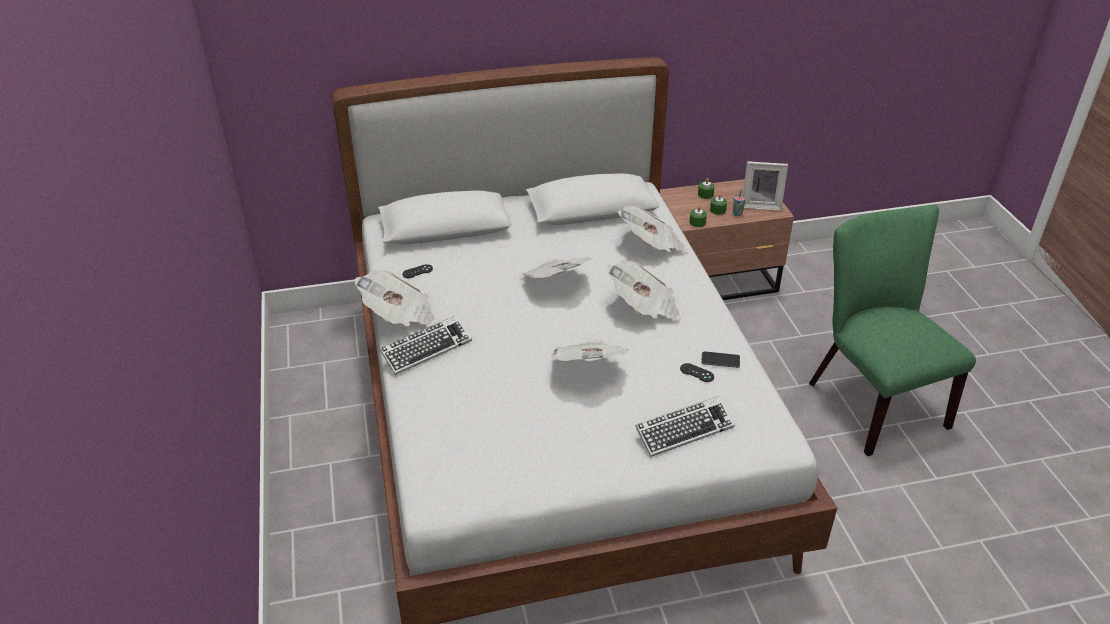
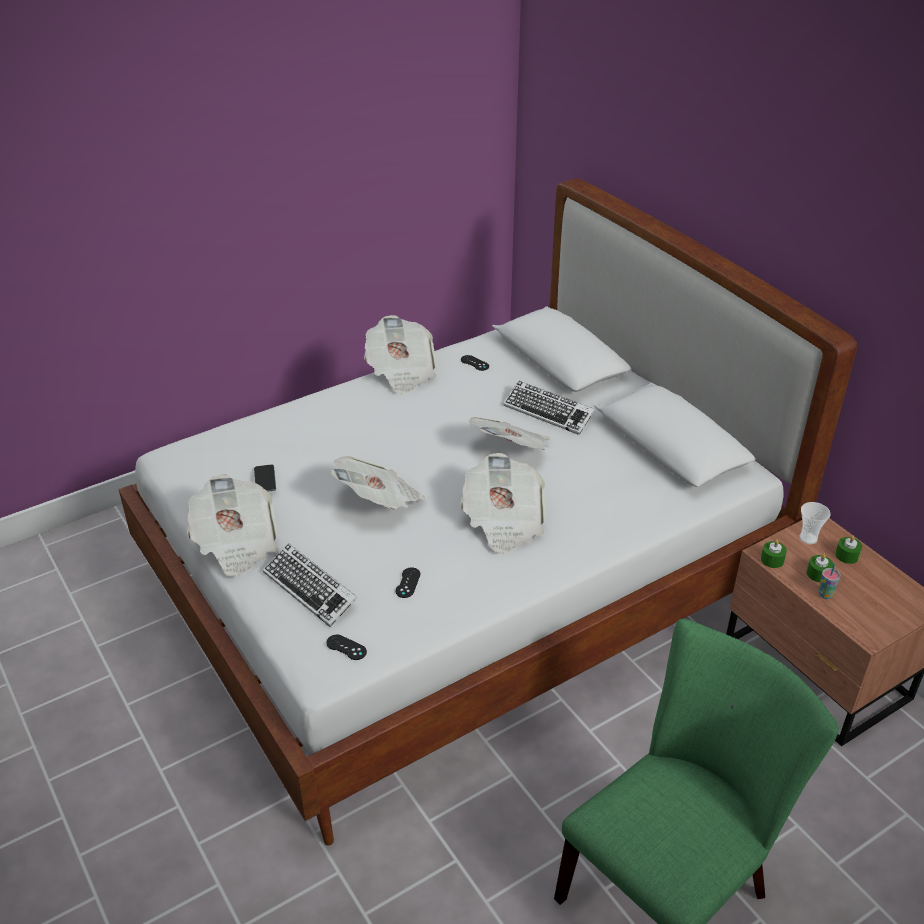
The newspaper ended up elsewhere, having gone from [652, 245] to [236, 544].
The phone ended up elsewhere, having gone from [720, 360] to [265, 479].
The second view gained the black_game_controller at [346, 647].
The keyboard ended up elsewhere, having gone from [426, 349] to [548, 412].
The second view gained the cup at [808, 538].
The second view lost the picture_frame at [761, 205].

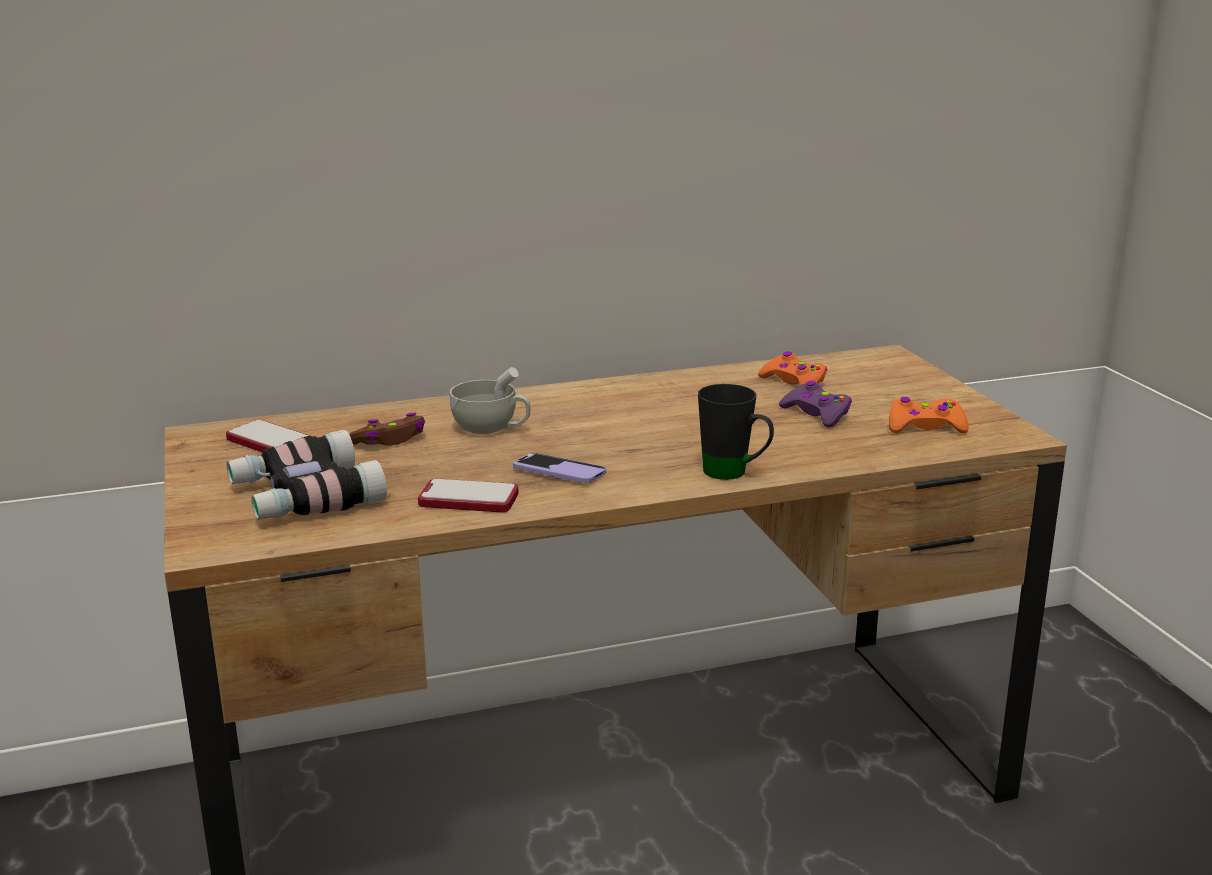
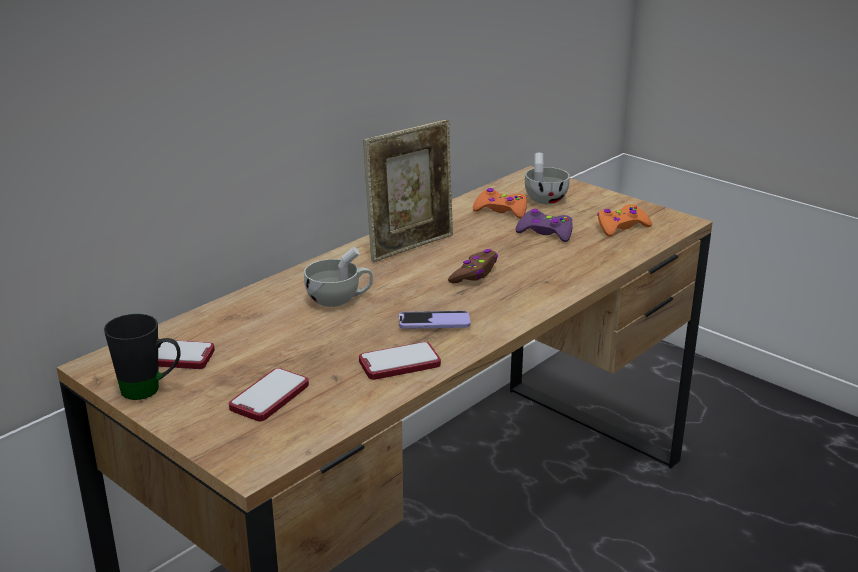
The black_mug ended up elsewhere, having gone from [734, 474] to [150, 390].
Where the binoculars stood at [303, 496], the phone came to stand at [269, 397].
The second view gained the picture_frame at [411, 246].
The brown_game_controller ended up elsewhere, having gone from [390, 440] to [474, 274].
The second view gained the white_cup at [544, 198].

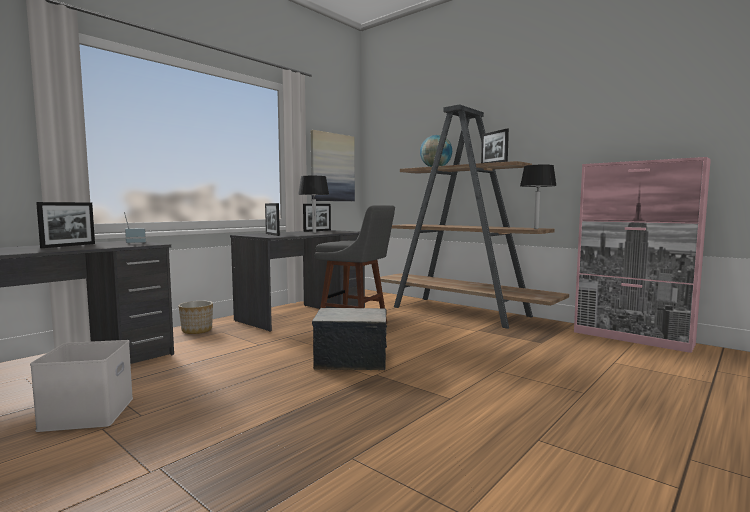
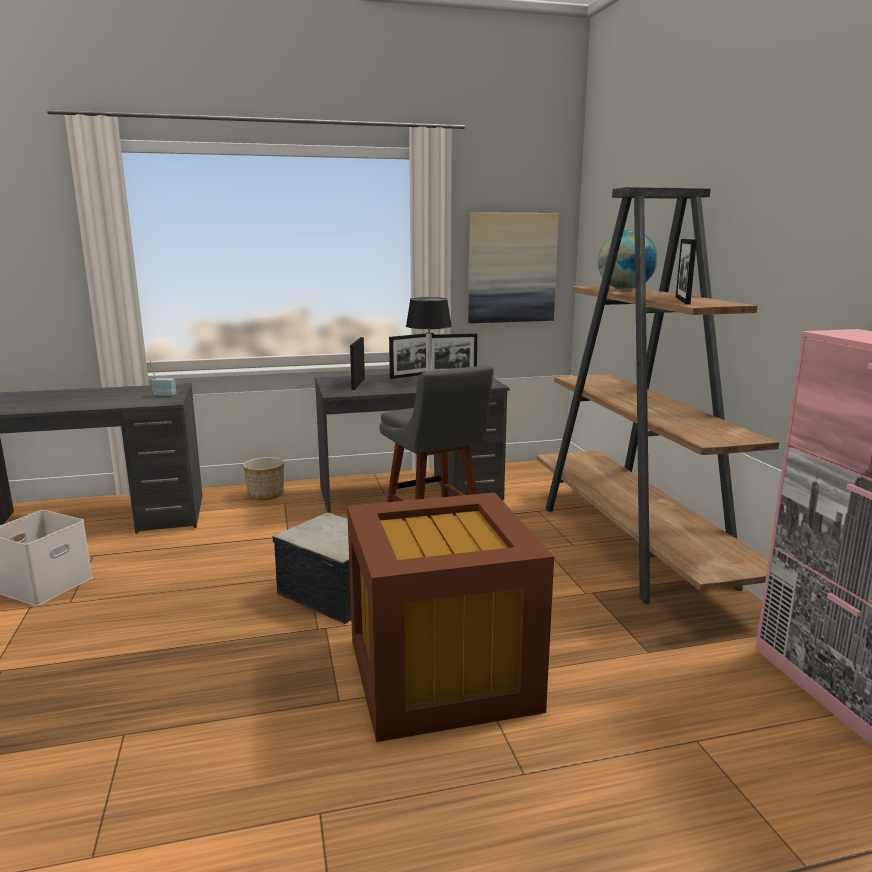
The second view gained the brown_storage_box at [443, 673].
The picture_frame ended up elsewhere, having gone from [69, 245] to [412, 375].
The second view lost the black_table_lamp at [536, 228].

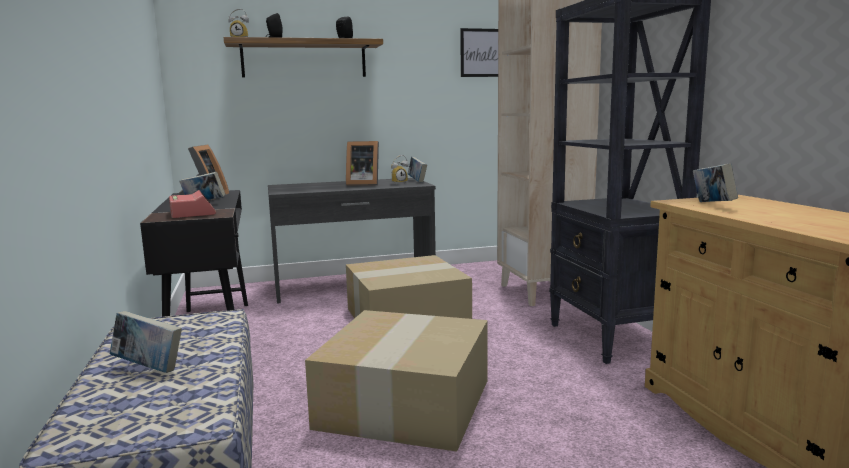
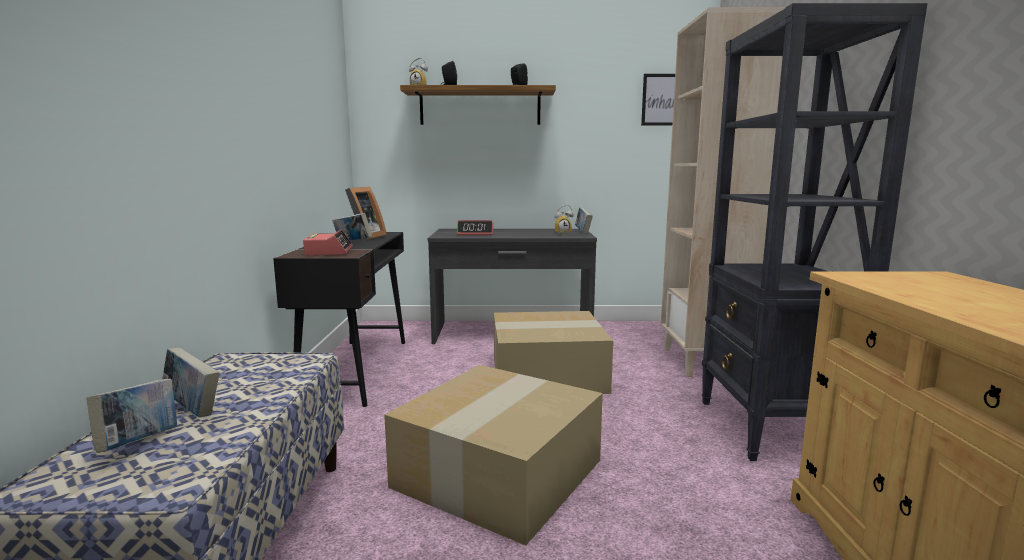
The book ended up elsewhere, having gone from [712, 205] to [140, 443].
The second view gained the alarm_clock at [475, 234].
The second view lost the picture_frame at [362, 184].

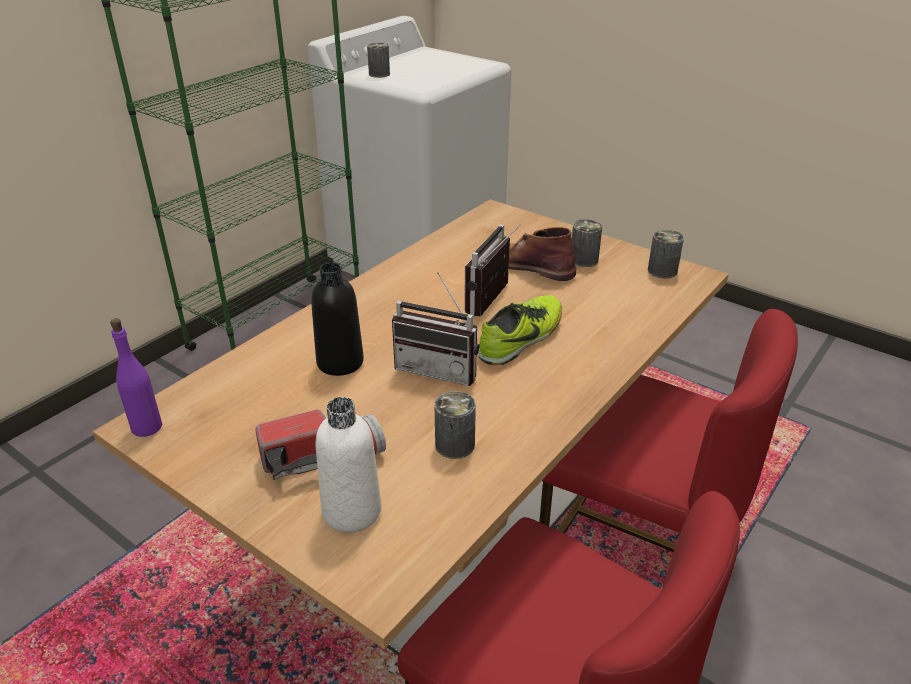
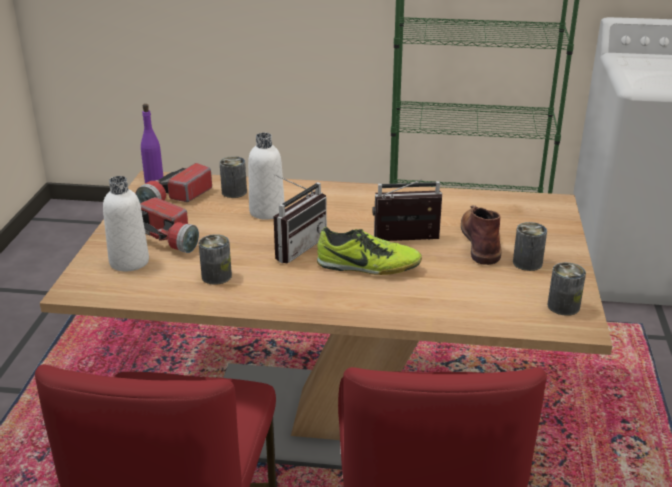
The second view gained the flashlight at [175, 197].
The can ended up elsewhere, having gone from [379, 74] to [234, 192].
What was the black_bottle at [340, 362] turned into the white_bottle at [267, 212].
The radio at [440, 368] ended up facing another way, 135 degrees counterclockwise from before.

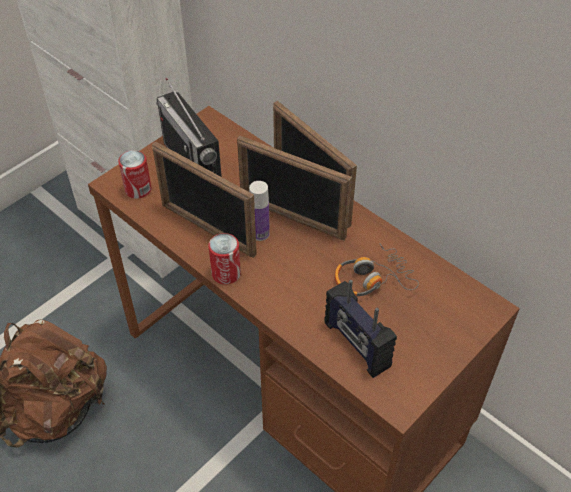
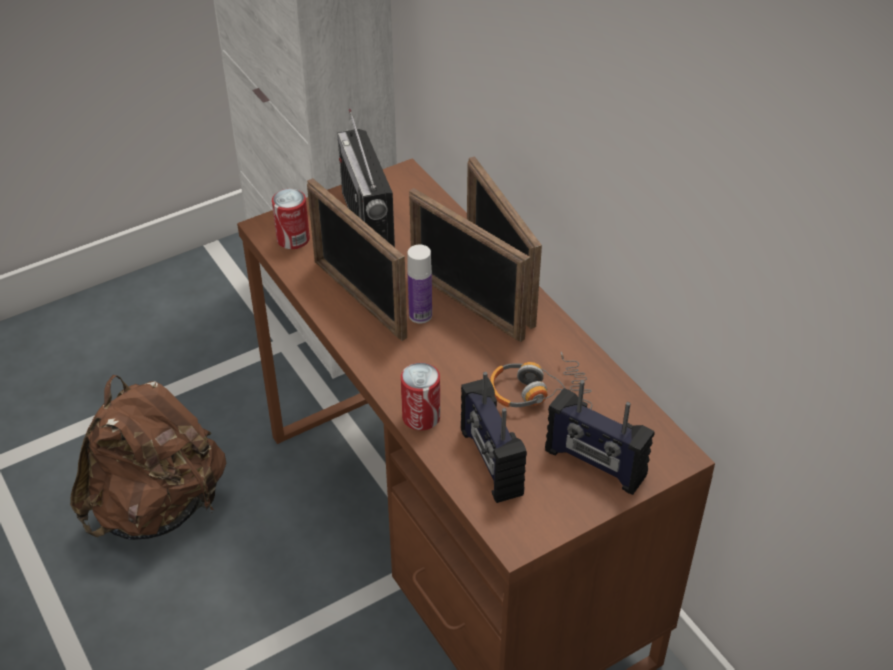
The can ended up elsewhere, having gone from [226, 273] to [421, 417].
The second view gained the radio at [594, 464].

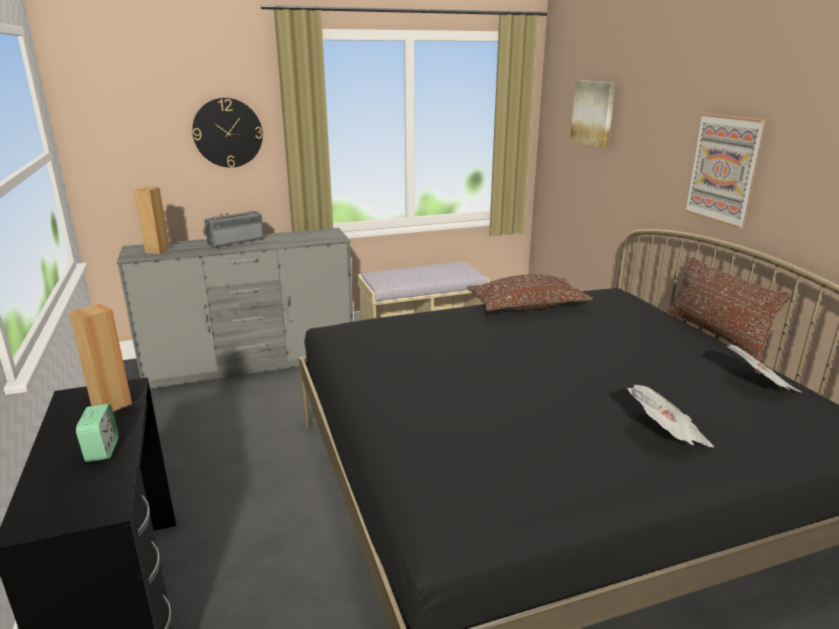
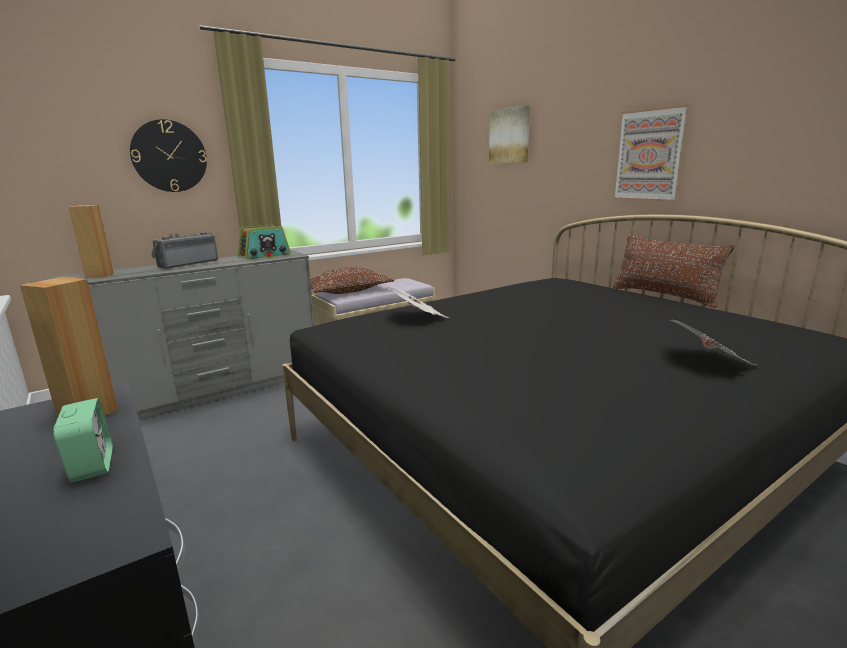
The second view gained the radio at [265, 255].
The brown_pillow ended up elsewhere, having gone from [527, 307] to [348, 292].
The newspaper ended up elsewhere, having gone from [759, 385] to [418, 318].

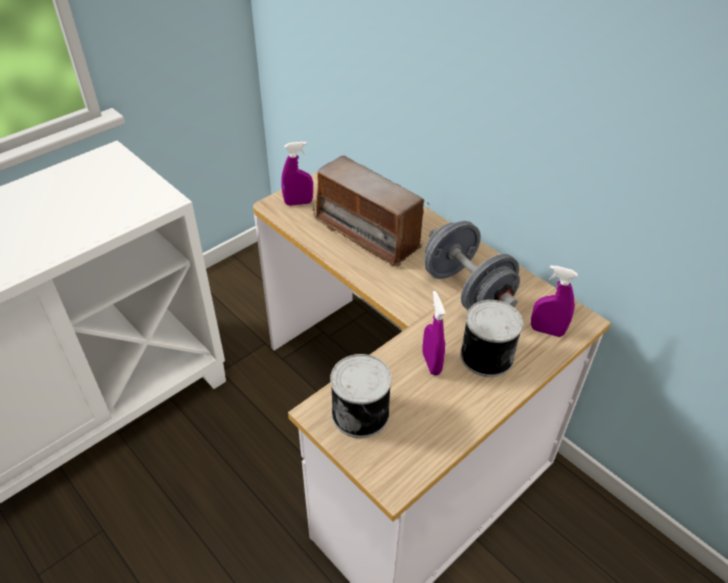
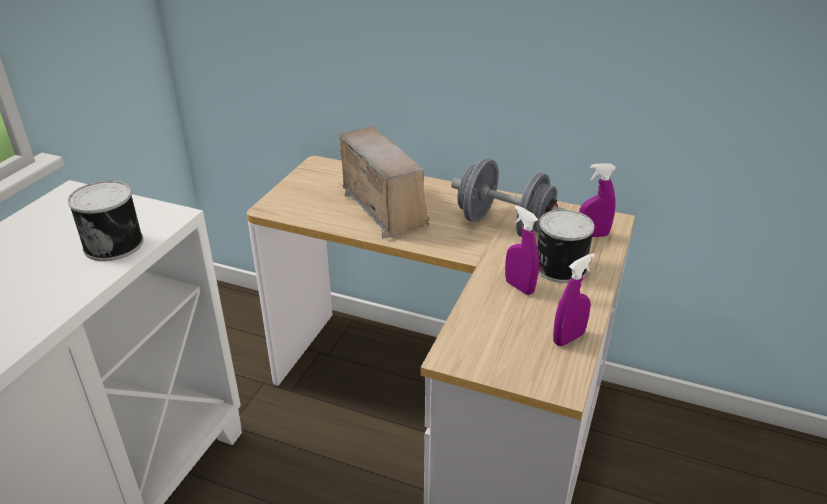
The can ended up elsewhere, having gone from [361, 412] to [115, 244].
The radio at [368, 233] ended up facing another way, 135 degrees counterclockwise from before.
The purple_spray_bottle ended up elsewhere, having gone from [298, 203] to [568, 338].

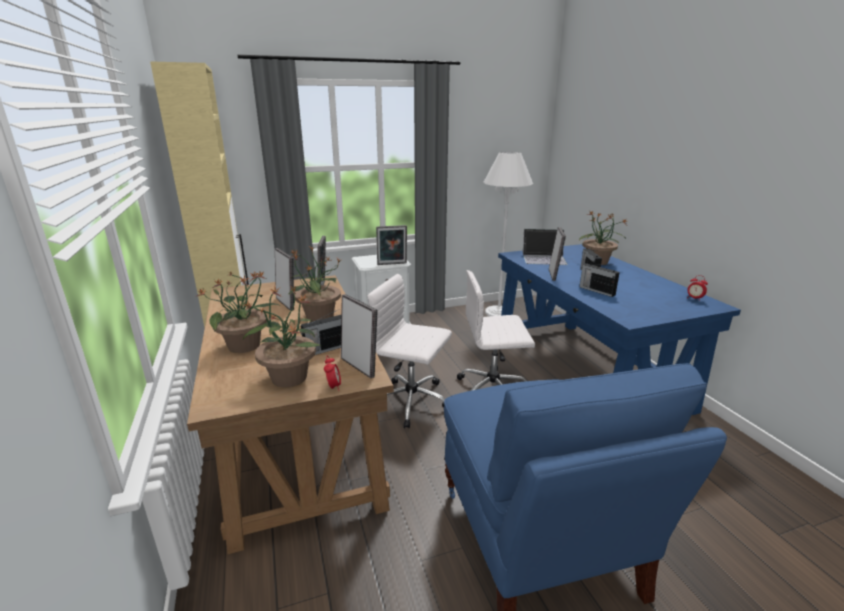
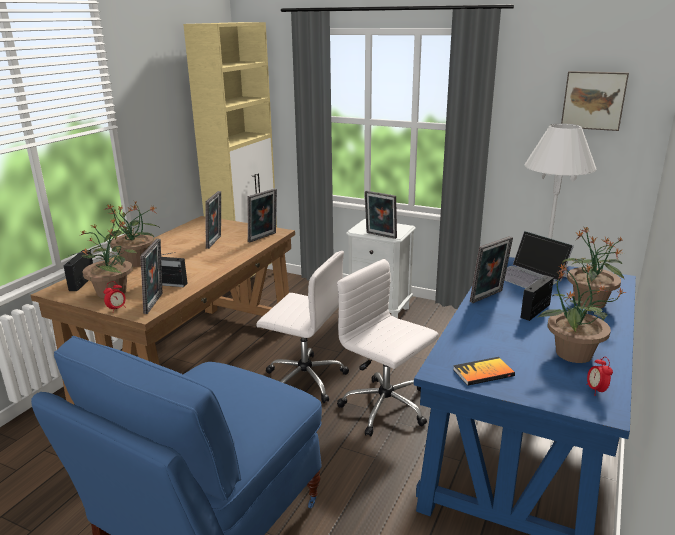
The radio ended up elsewhere, having gone from [596, 290] to [83, 282].
The white_office_chair at [413, 402] ended up facing another way, 135 degrees clockwise from before.
The second view gained the book at [483, 373].
The potted_plant ended up elsewhere, having gone from [319, 317] to [572, 353].
The second view gained the picture at [593, 100].

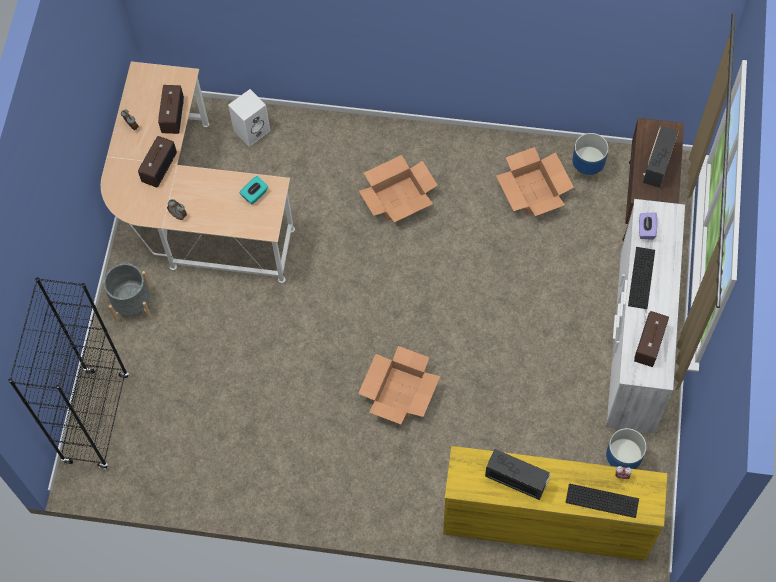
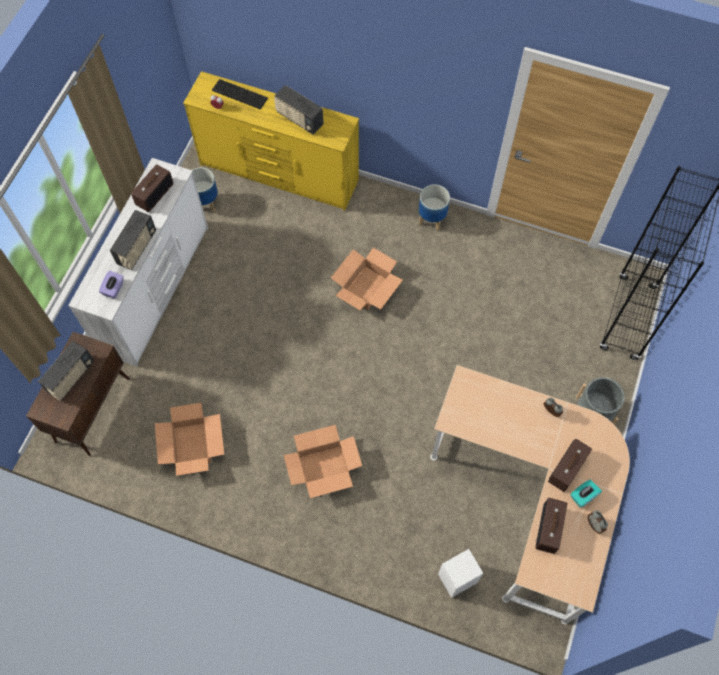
Where the keyboard stood at [641, 278], the radio came to stand at [137, 248].
The planter ended up elsewhere, having gone from [587, 170] to [431, 219].
The turquoise_tissue_box ended up elsewhere, having gone from [255, 195] to [583, 496].

